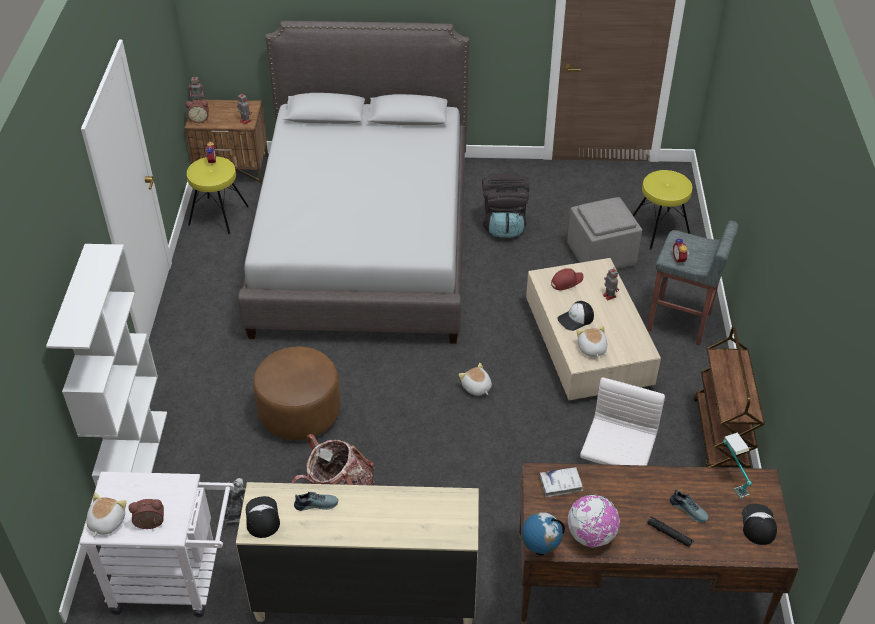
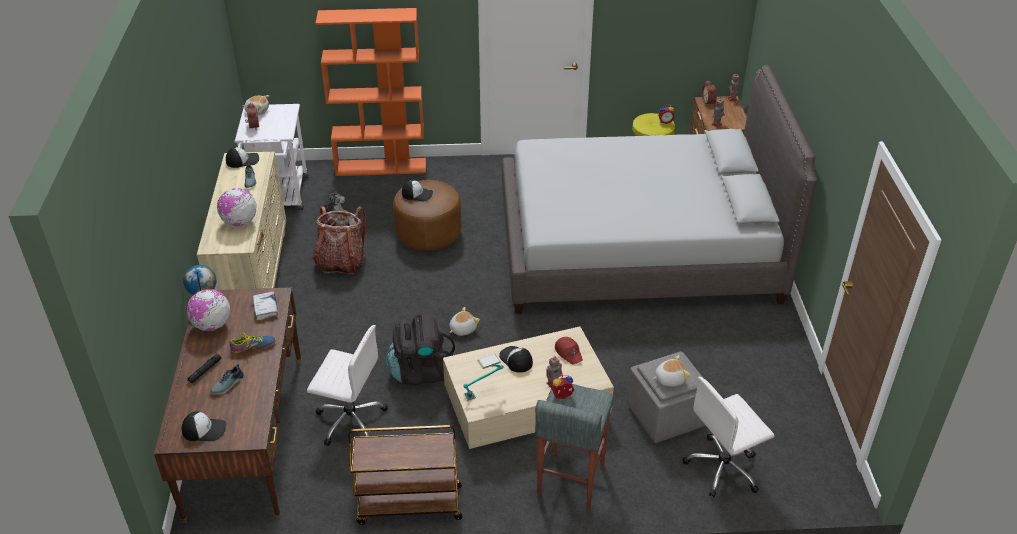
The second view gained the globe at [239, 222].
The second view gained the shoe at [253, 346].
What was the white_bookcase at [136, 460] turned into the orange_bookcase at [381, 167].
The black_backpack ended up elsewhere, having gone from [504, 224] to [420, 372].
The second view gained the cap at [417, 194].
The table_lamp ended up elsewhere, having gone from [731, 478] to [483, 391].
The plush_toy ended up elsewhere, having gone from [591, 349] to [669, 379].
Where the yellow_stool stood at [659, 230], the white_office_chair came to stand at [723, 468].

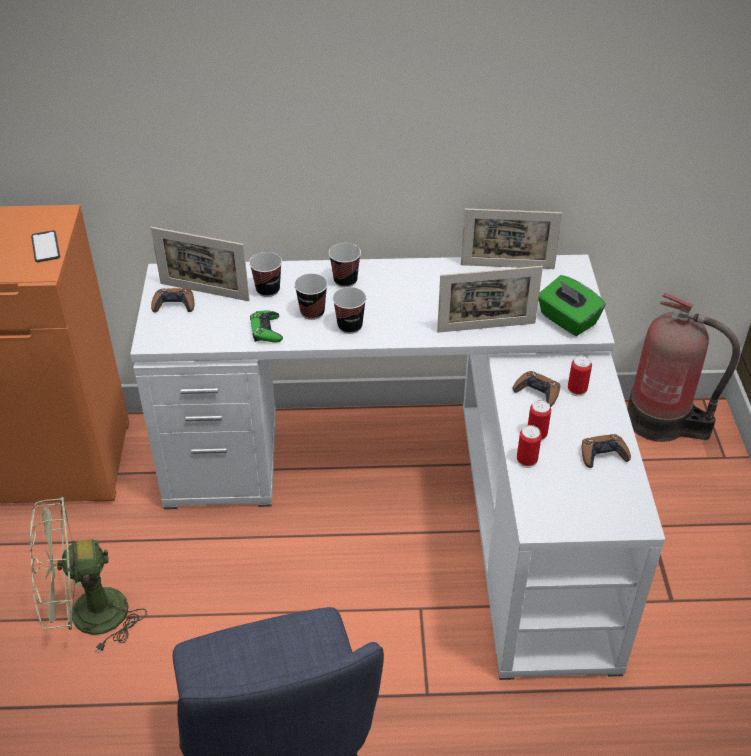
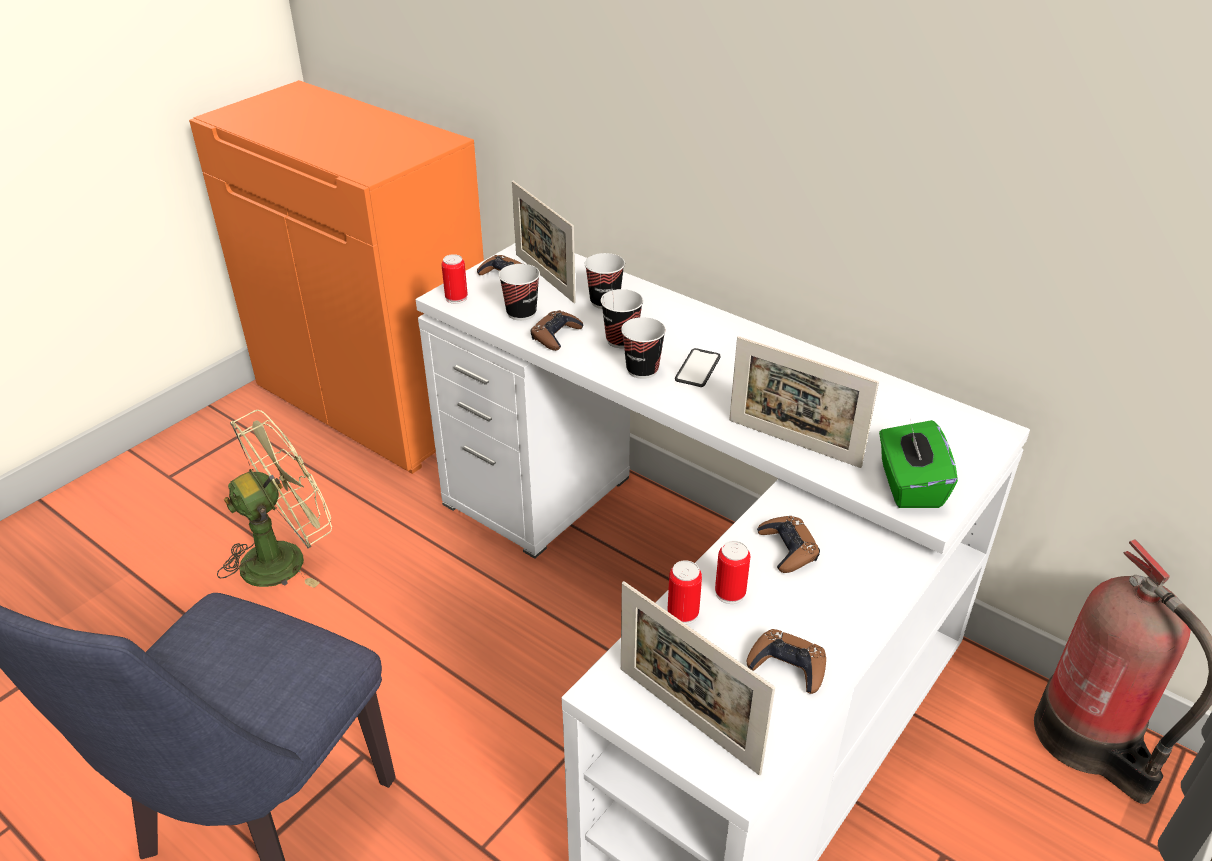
The green_fan at [86, 617] ended up facing another way, 120 degrees clockwise from before.
The can ended up elsewhere, having gone from [577, 389] to [456, 298].
The cup ended up elsewhere, having gone from [345, 280] to [521, 313].
What was the green_game_controller at [266, 330] turned into the brown_game_controller at [556, 335].
The picture_frame ended up elsewhere, having gone from [507, 266] to [687, 719].
The phone ended up elsewhere, having gone from [45, 247] to [697, 368].

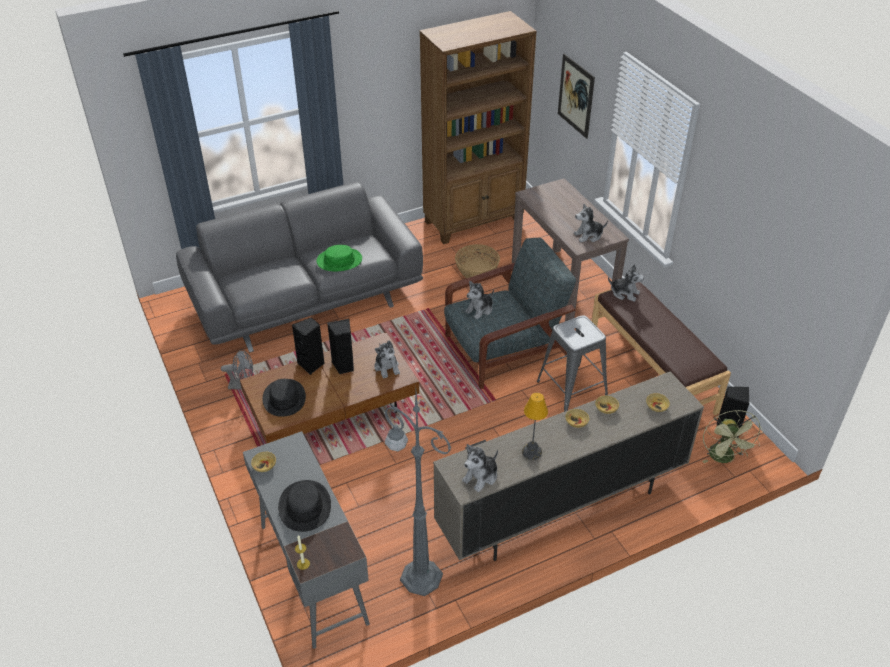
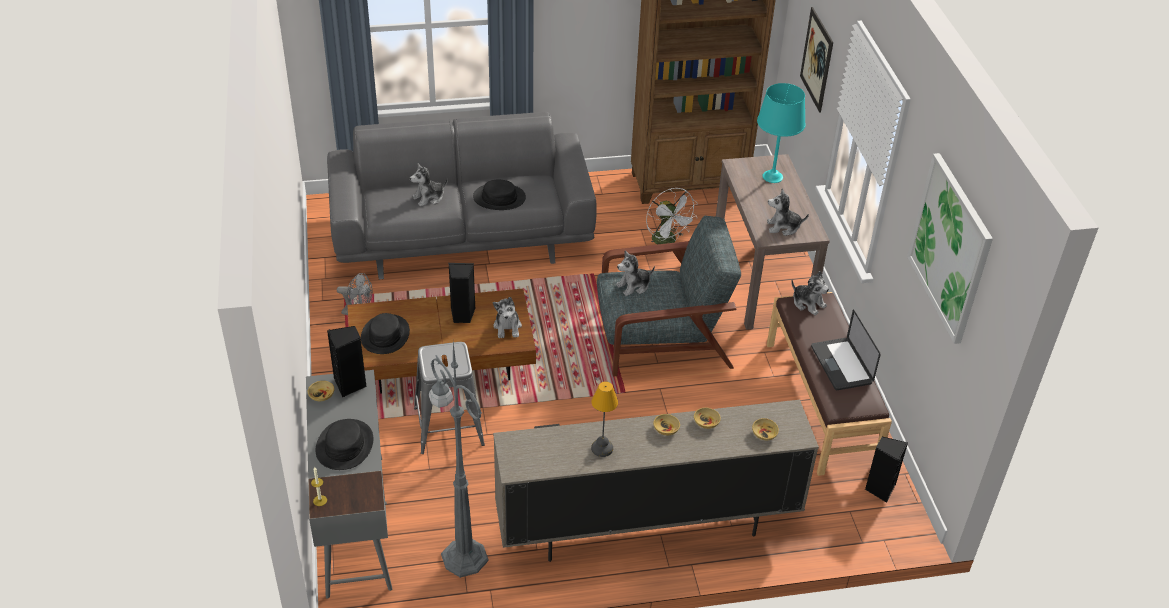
The black_speaker ended up elsewhere, having gone from [312, 364] to [350, 384].
The plush_toy ended up elsewhere, having gone from [481, 476] to [429, 197].
The grey_stool ended up elsewhere, having gone from [572, 389] to [449, 427].
What was the green_hat at [339, 260] turned into the black_hat at [499, 198].
Where the basket stood at [477, 270], the white_fan came to stand at [667, 242].
The second view gained the turquoise_table_lamp at [772, 177].
The second view gained the laptop at [841, 365].
The second view gained the picture at [950, 247].
The second view lost the green_fan at [724, 458].

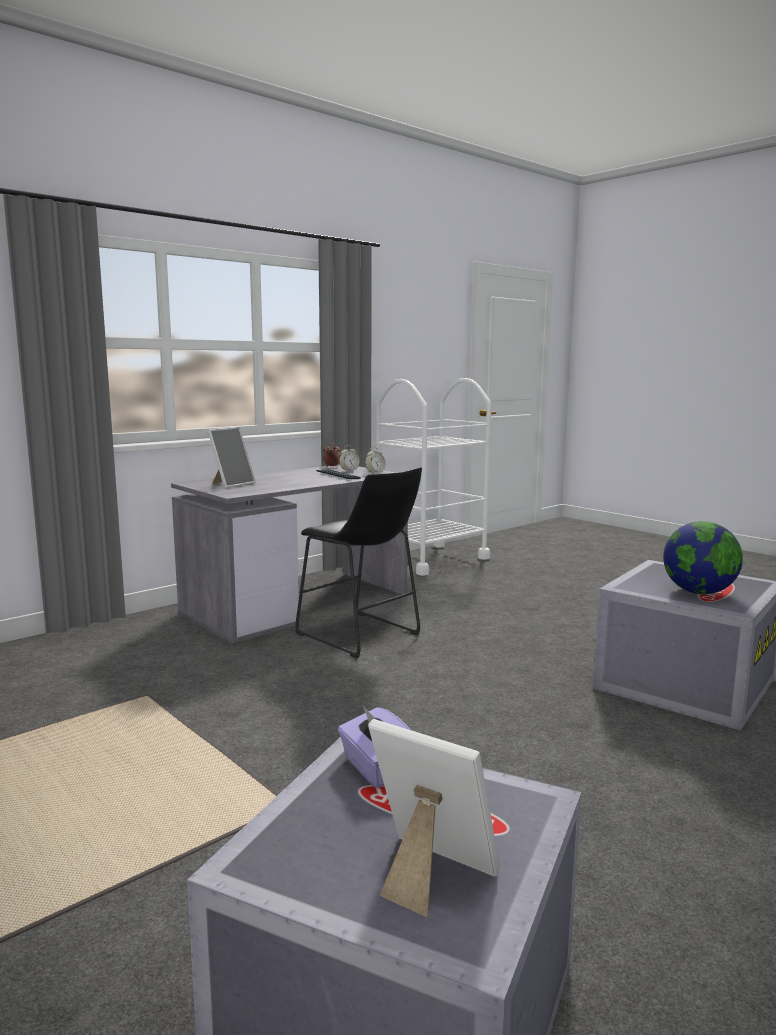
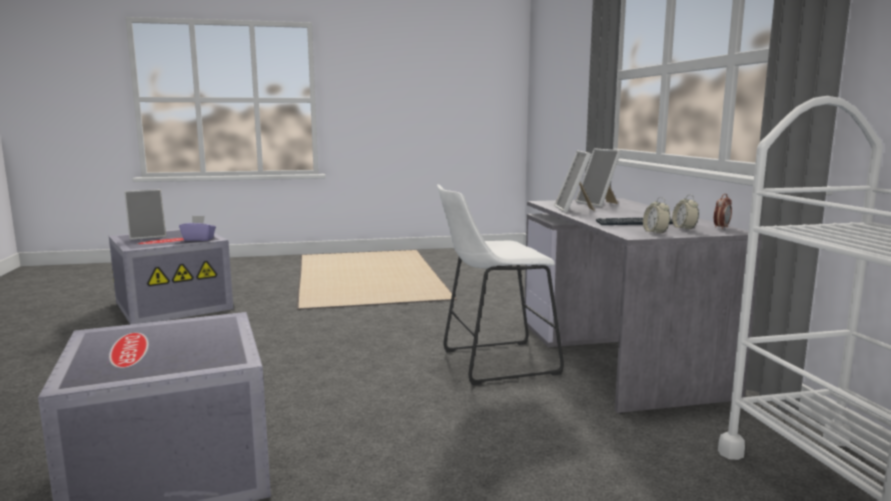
What was the black_stool at [362, 636] turned into the white_stool at [493, 362].
The second view gained the picture_frame at [574, 209].
The second view lost the globe at [698, 592].

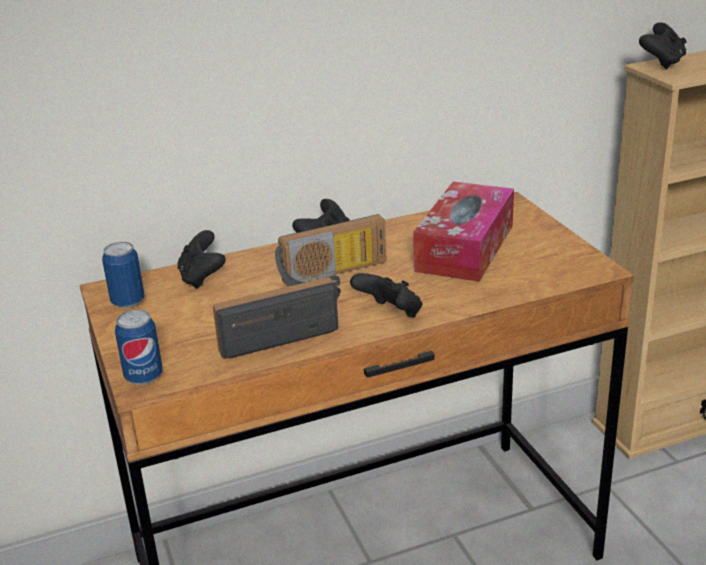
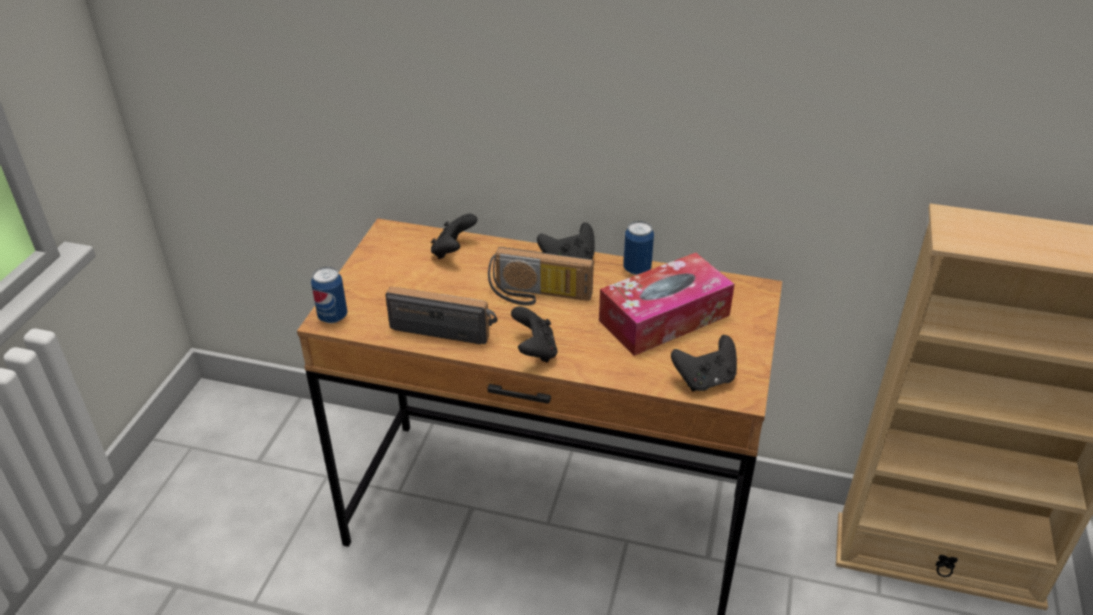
The can ended up elsewhere, having gone from [128, 302] to [637, 269].
The black_game_controller ended up elsewhere, having gone from [662, 63] to [705, 380].

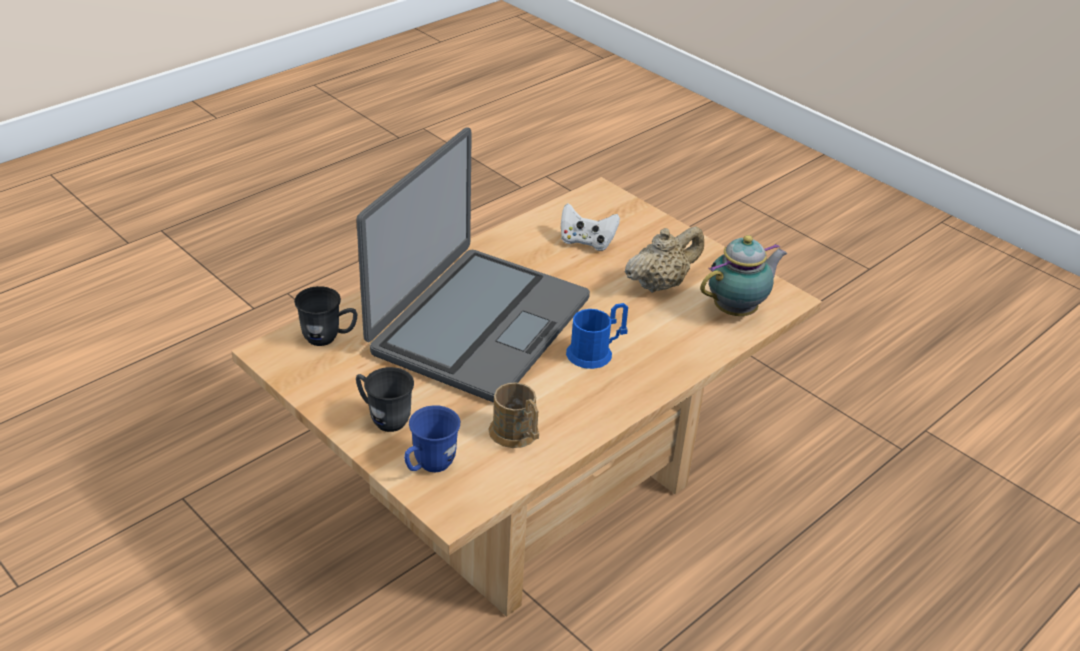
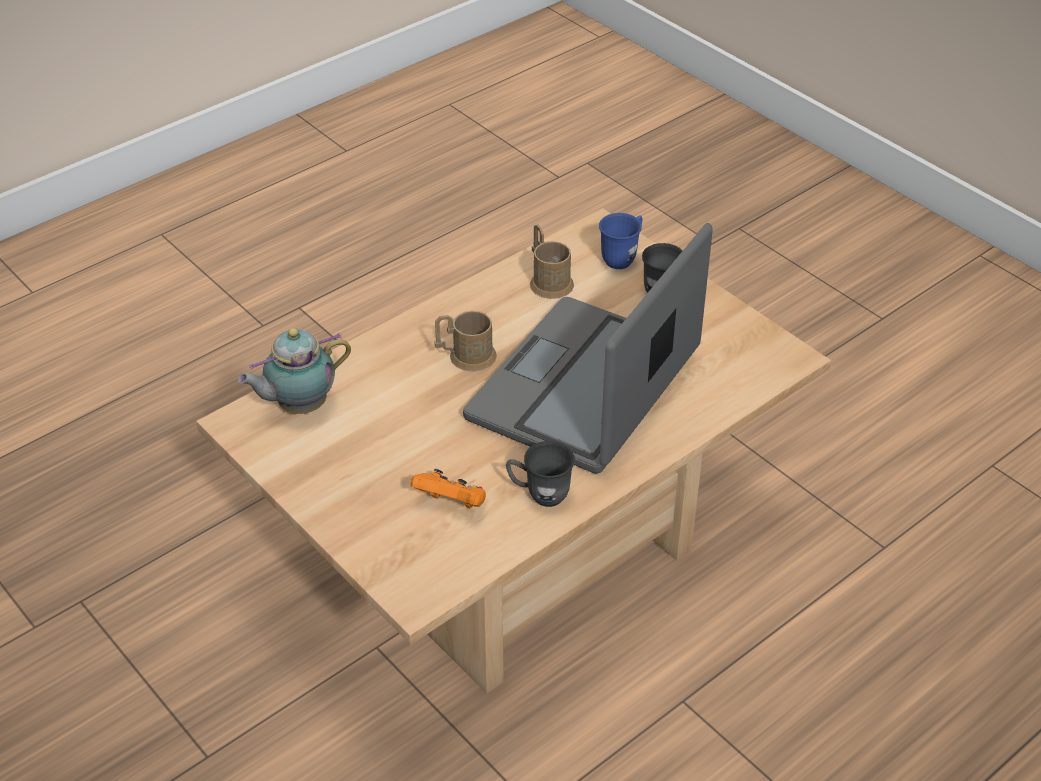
What was the white_game_controller at [586, 242] turned into the orange_game_controller at [452, 504].
What was the blue_mug at [596, 352] turned into the brown_mug at [465, 357].
The grey_mug ended up elsewhere, having gone from [329, 338] to [539, 494].
The second view lost the beige_teapot at [660, 284].

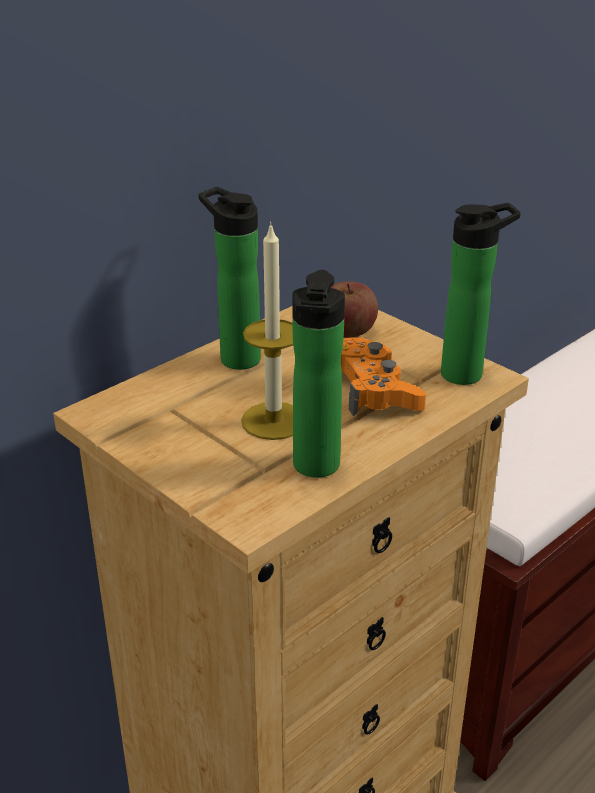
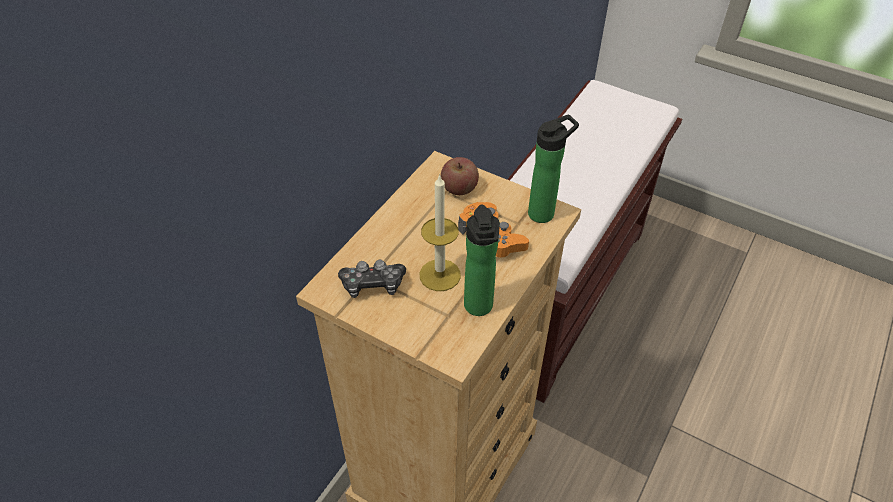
The second view gained the game_controller at [373, 285].
The second view lost the bottle at [235, 357].

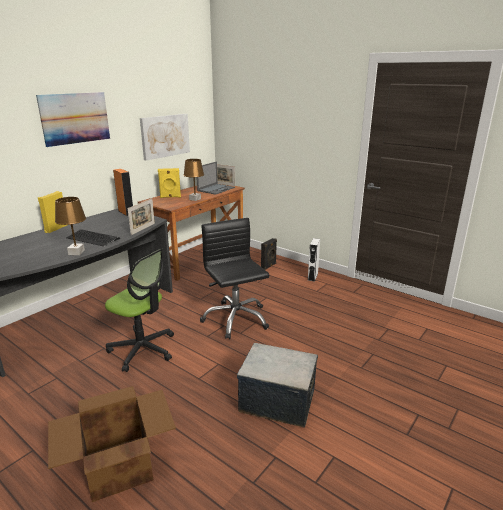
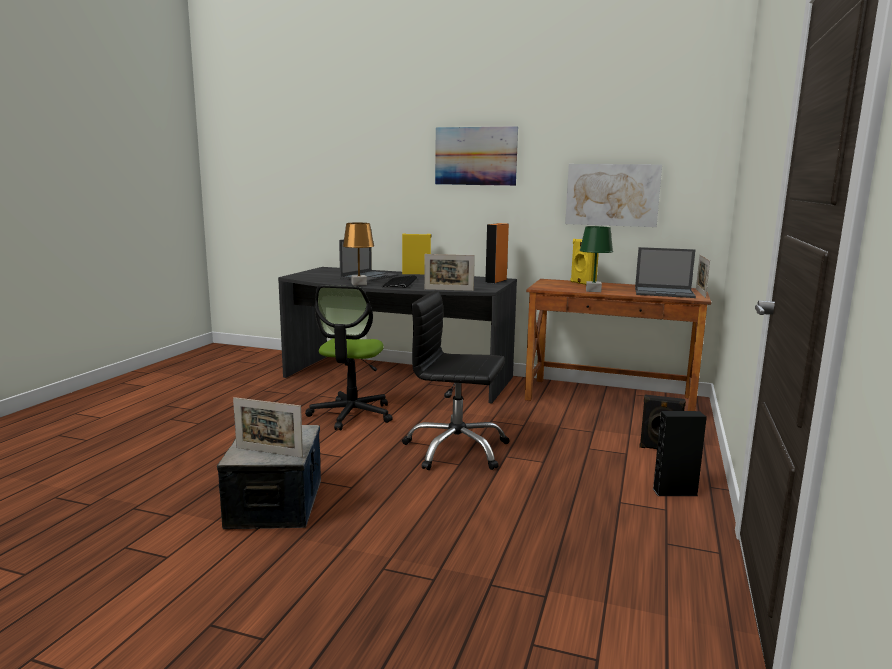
The second view gained the picture_frame at [269, 452].
The second view gained the laptop at [369, 276].
The black_office_chair at [235, 319] ended up facing another way, 120 degrees counterclockwise from before.
What was the brown_table_lamp at [195, 199] turned into the green_table_lamp at [593, 291].
What was the white_speaker at [312, 277] turned into the black_speaker at [674, 492].
The second view lost the cardboard_box at [118, 466].

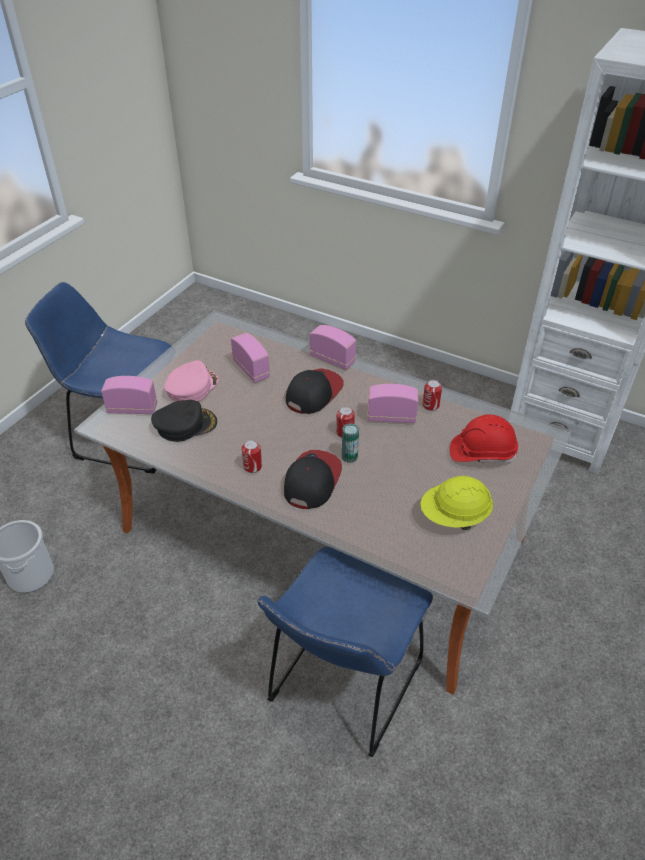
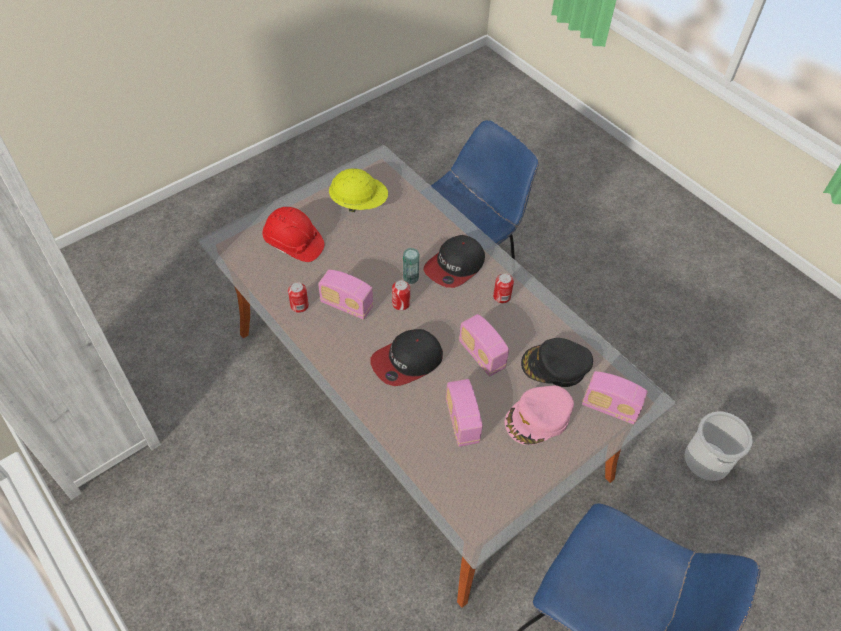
The radio ended up elsewhere, having gone from [332, 359] to [481, 355].

